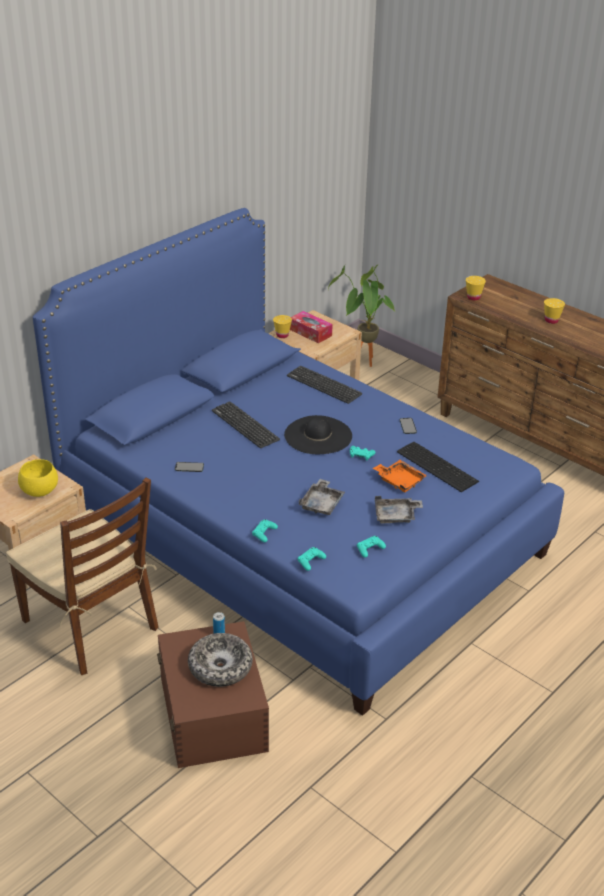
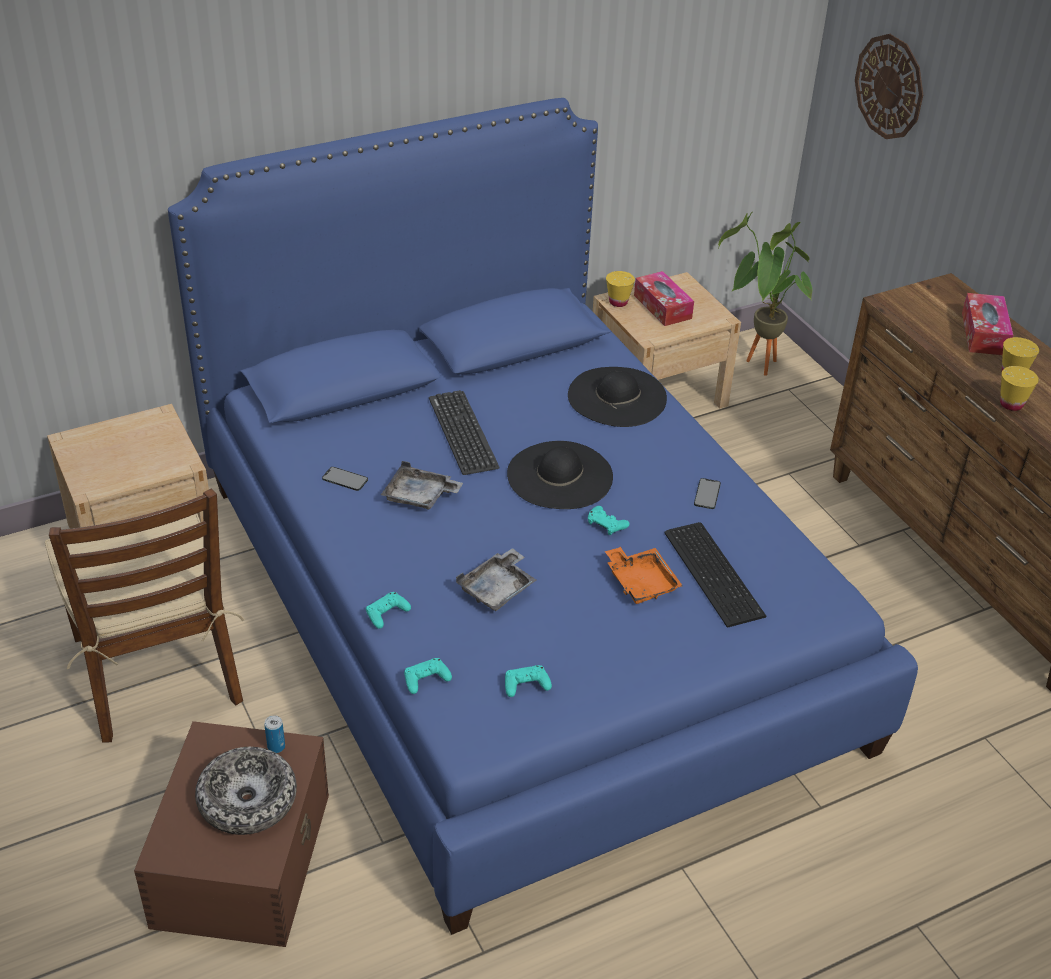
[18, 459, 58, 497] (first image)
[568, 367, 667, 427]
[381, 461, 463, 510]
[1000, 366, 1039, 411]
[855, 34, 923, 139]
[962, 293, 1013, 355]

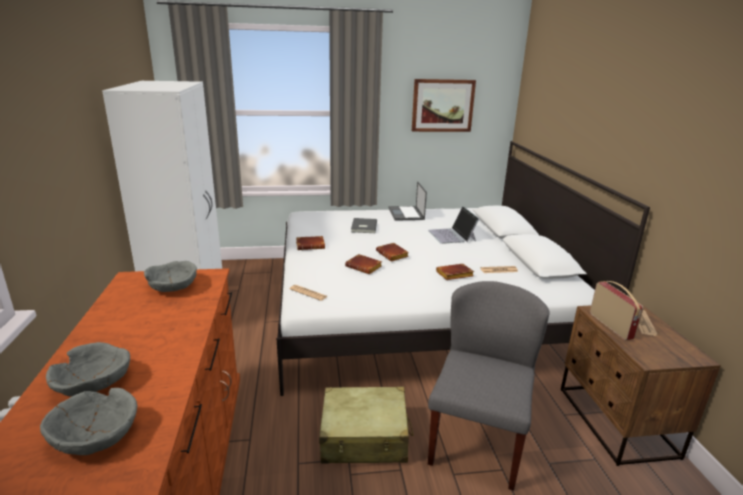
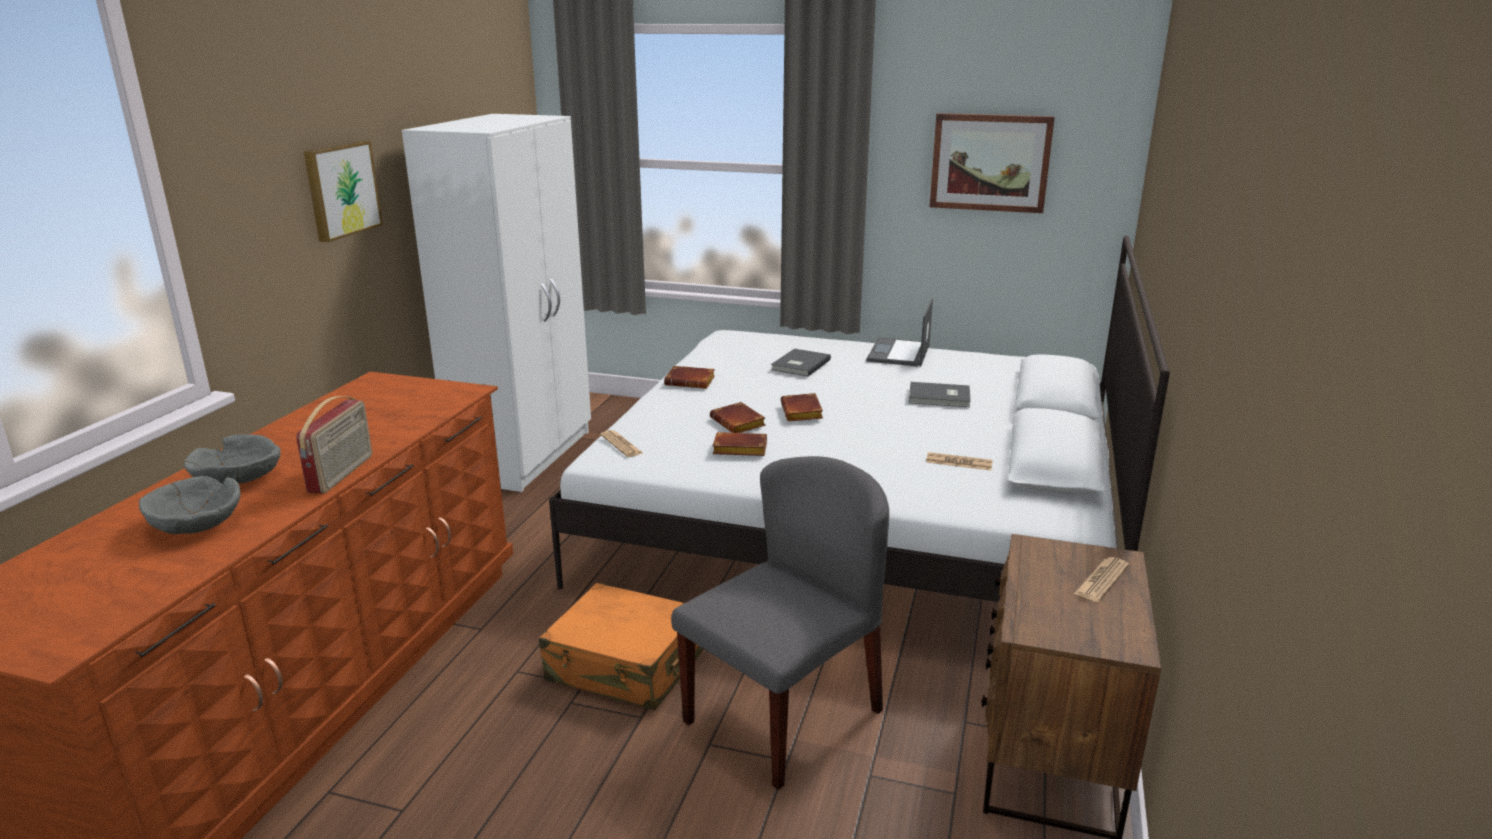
[144, 261, 197, 292] (first image)
[539, 583, 703, 710]
[909, 382, 971, 407]
[713, 432, 767, 456]
[296, 396, 372, 494]
[304, 141, 383, 242]

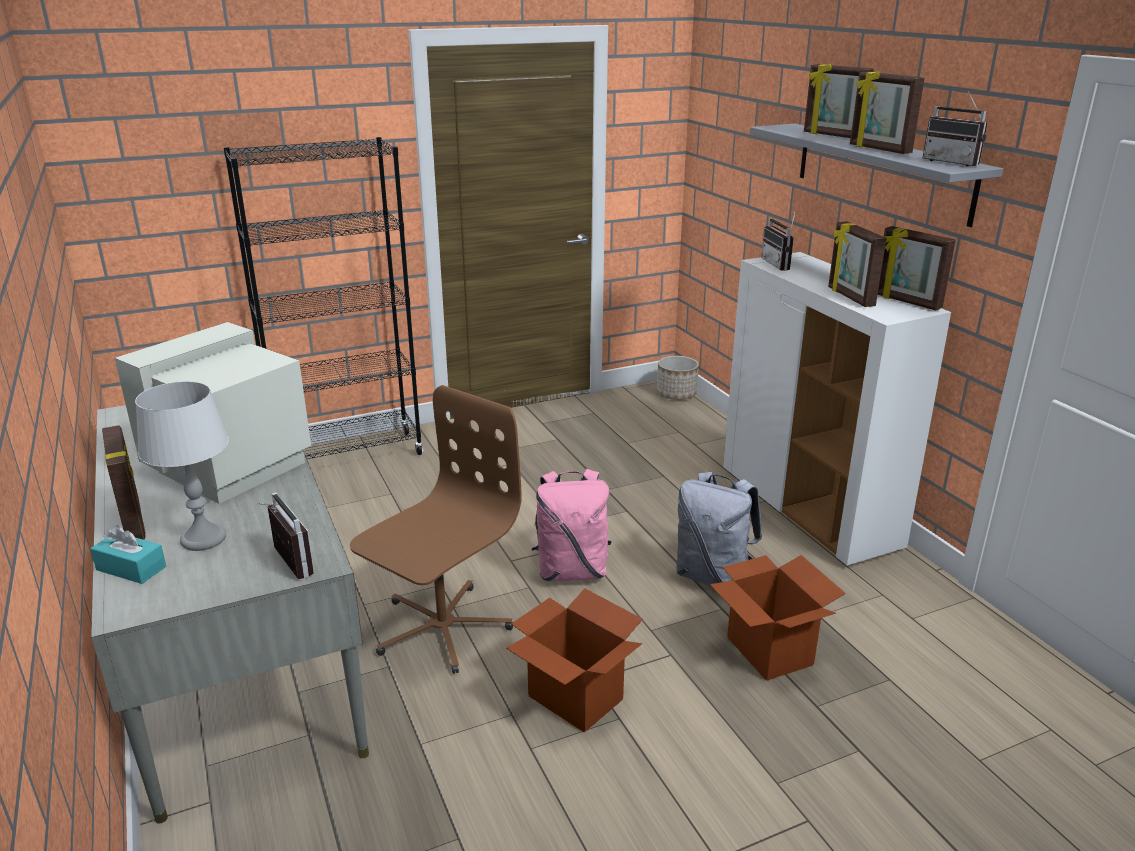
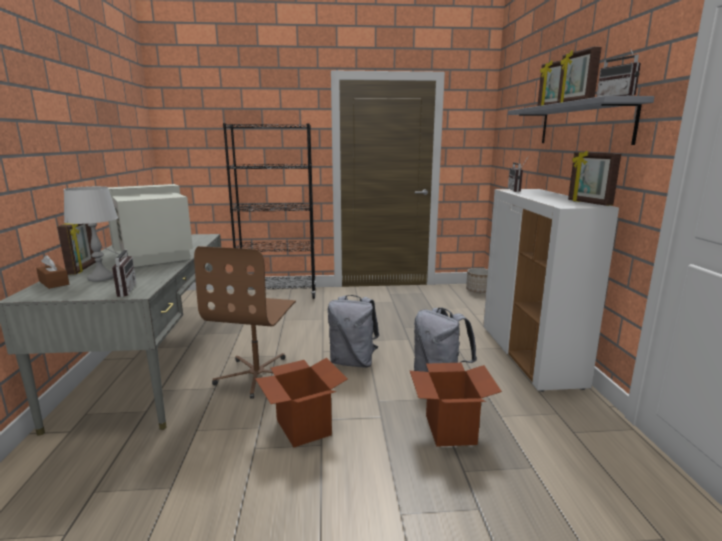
[36, 255, 69, 289]
[194, 246, 296, 399]
[328, 295, 379, 368]
[828, 221, 886, 307] (first image)

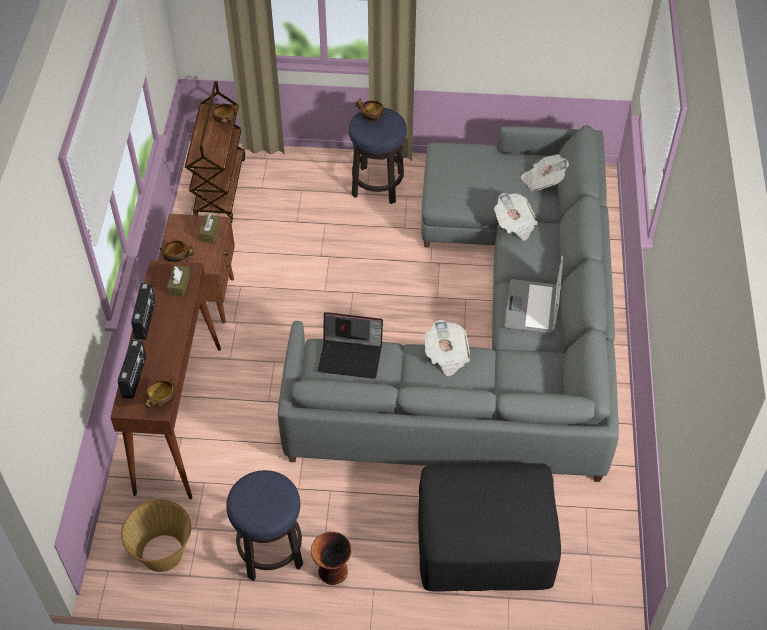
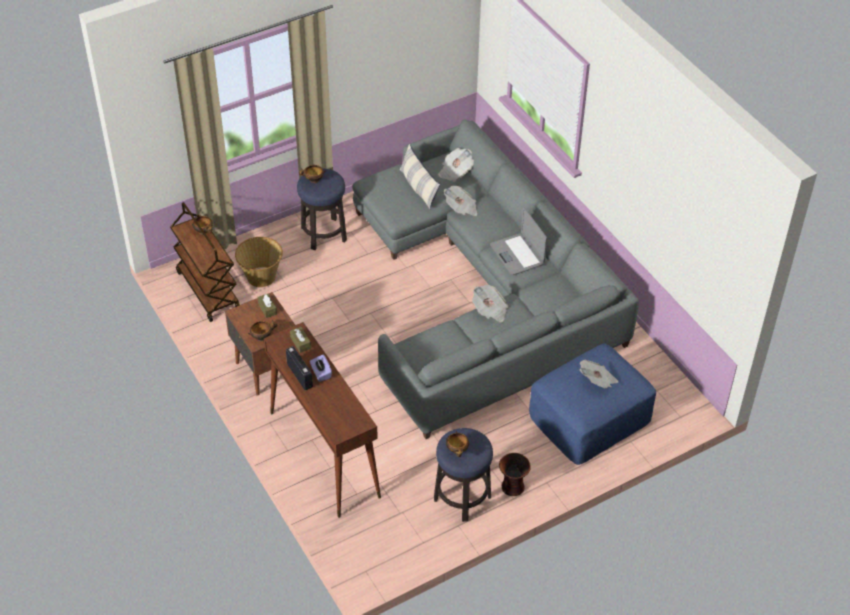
[118, 339, 146, 399] (first image)
[235, 237, 283, 287]
[446, 431, 469, 457]
[318, 312, 383, 379] (first image)
[529, 344, 656, 465]
[310, 355, 332, 382]
[399, 144, 440, 209]
[579, 360, 618, 389]

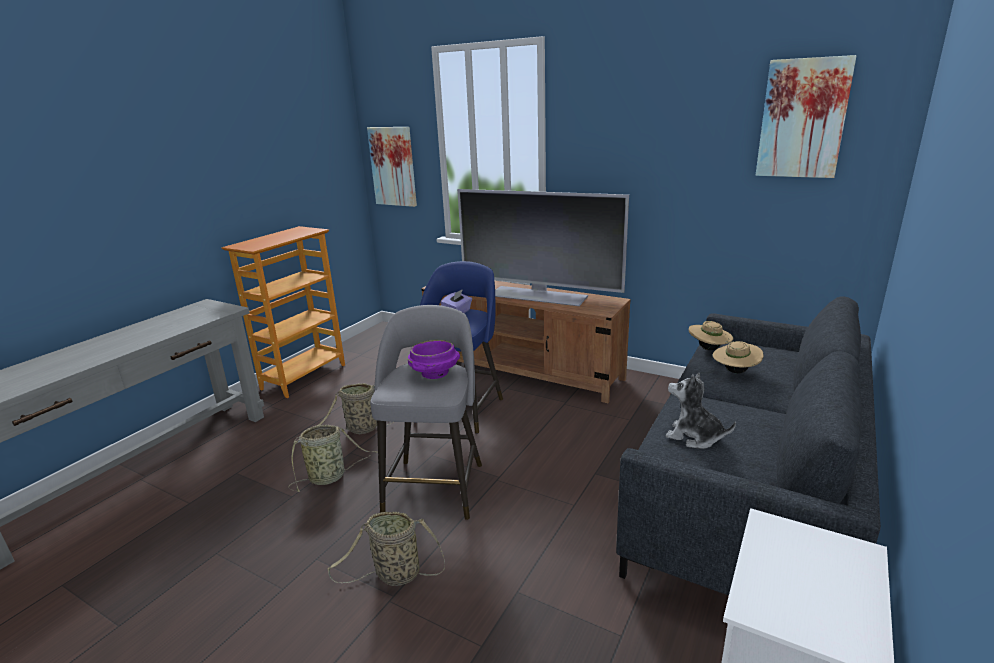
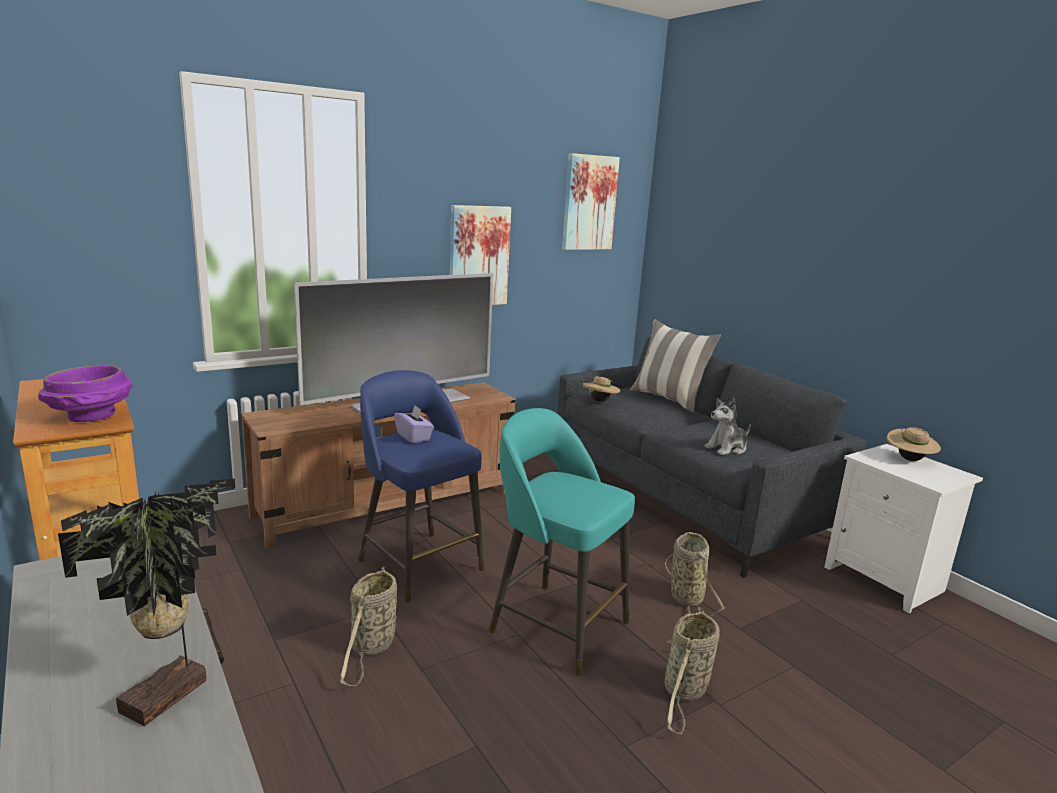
[665, 532, 726, 617]
[450, 205, 511, 305]
[489, 408, 635, 676]
[38, 365, 133, 422]
[887, 427, 941, 461]
[58, 479, 235, 726]
[630, 320, 721, 413]

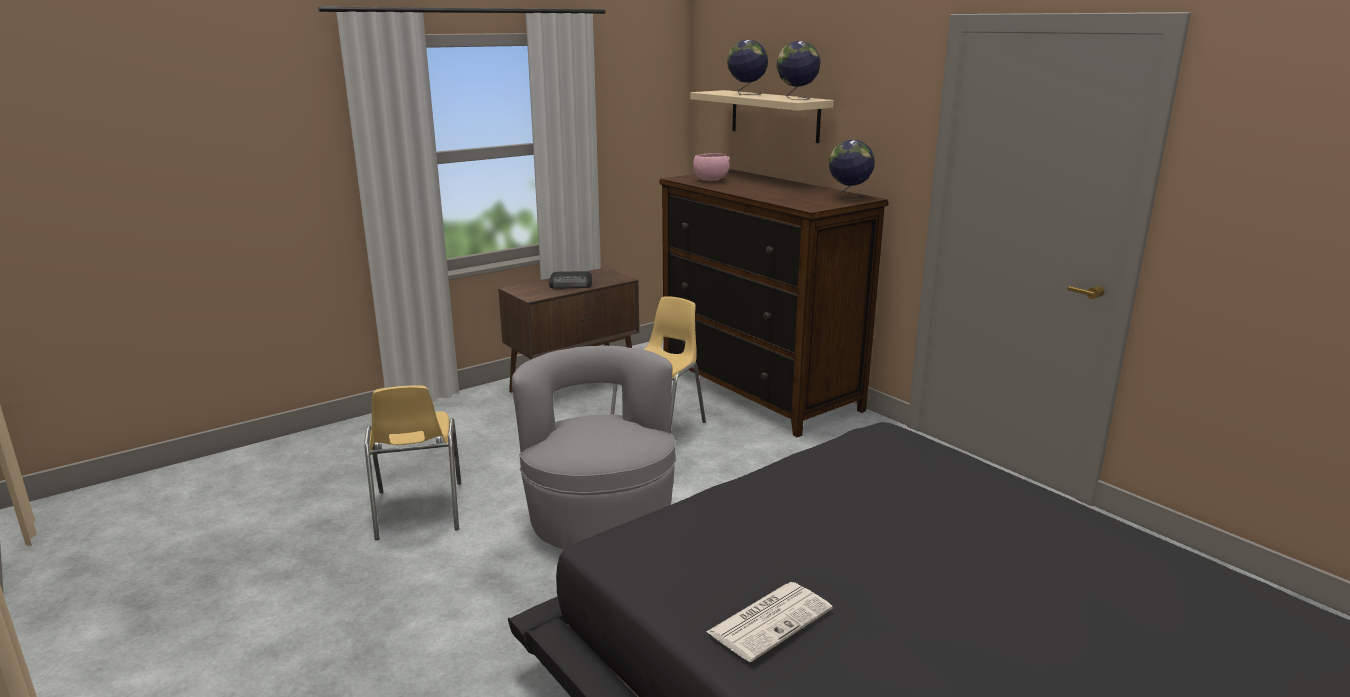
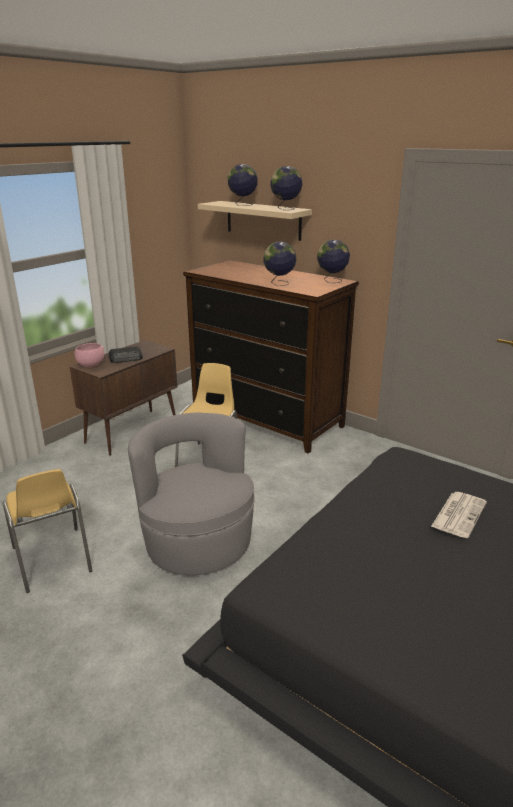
[75, 343, 104, 367]
[431, 492, 487, 538]
[263, 242, 296, 286]

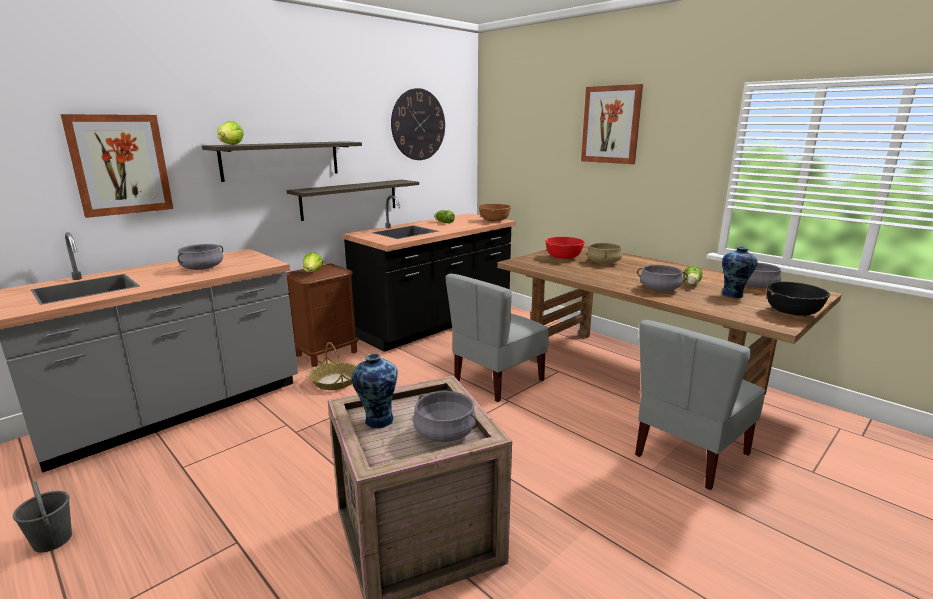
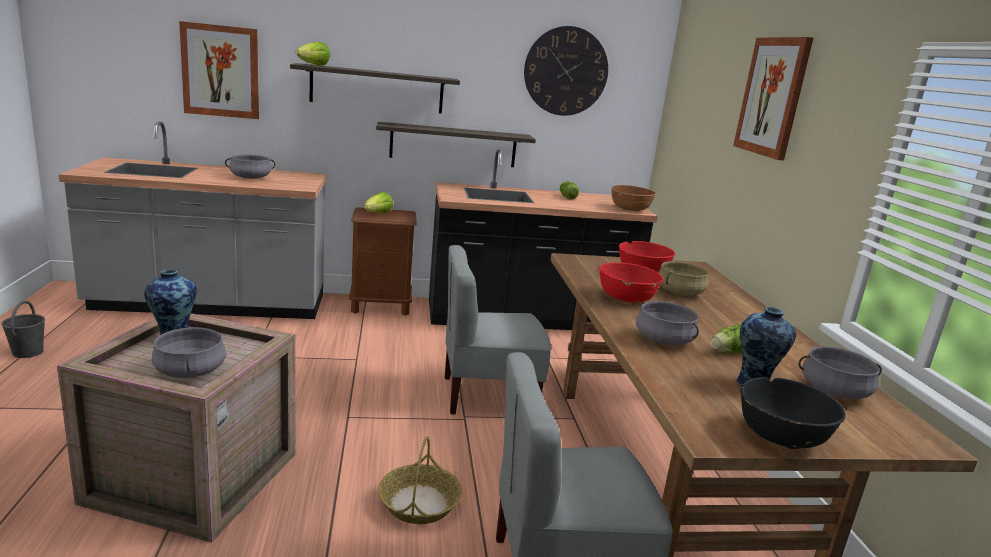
[378, 436, 462, 524]
[599, 262, 663, 304]

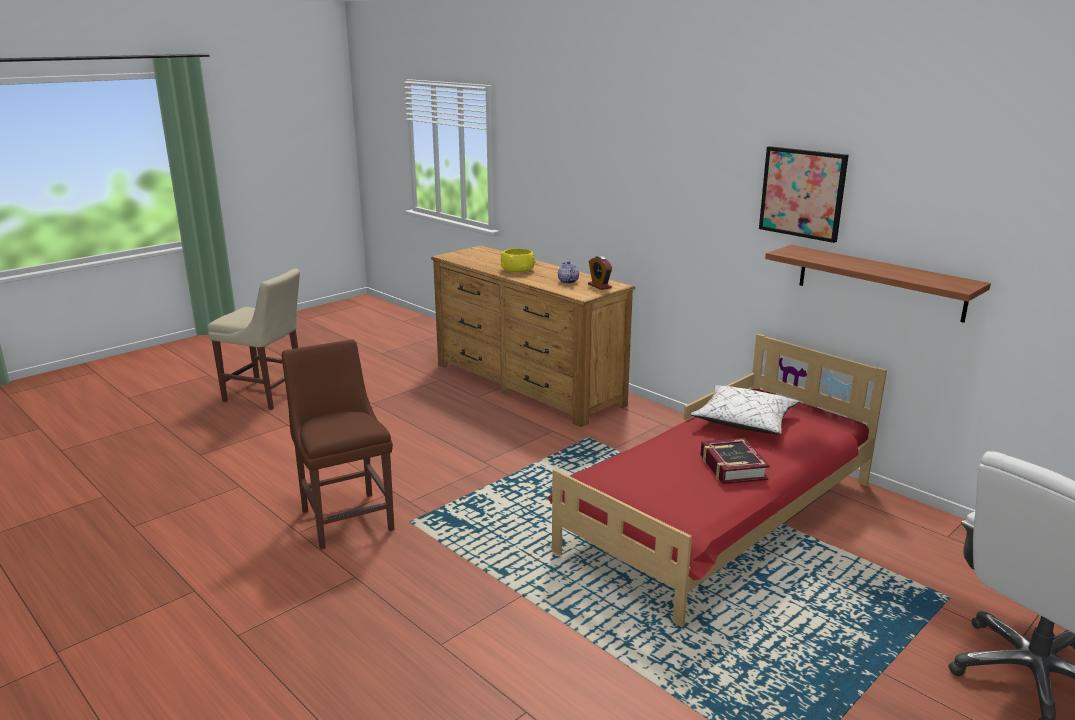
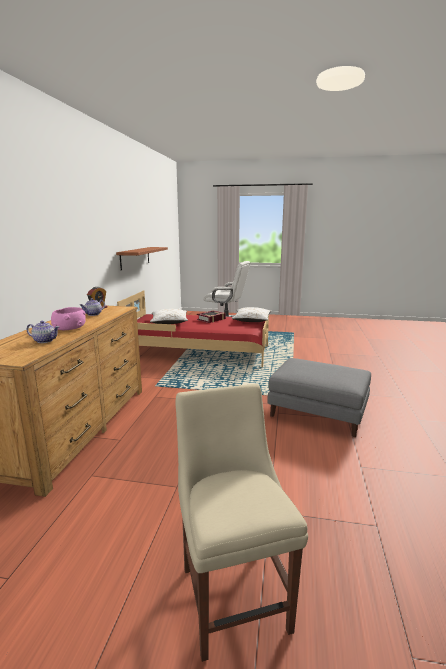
[268, 358, 371, 437]
[51, 307, 86, 330]
[759, 146, 849, 243] (first image)
[27, 321, 59, 343]
[232, 307, 271, 322]

